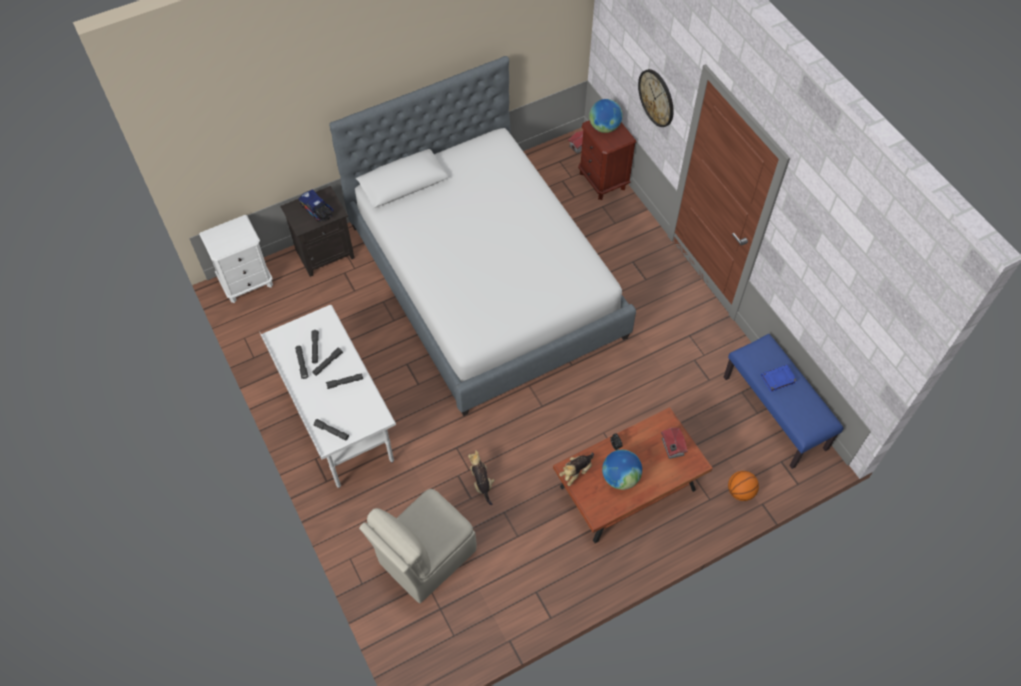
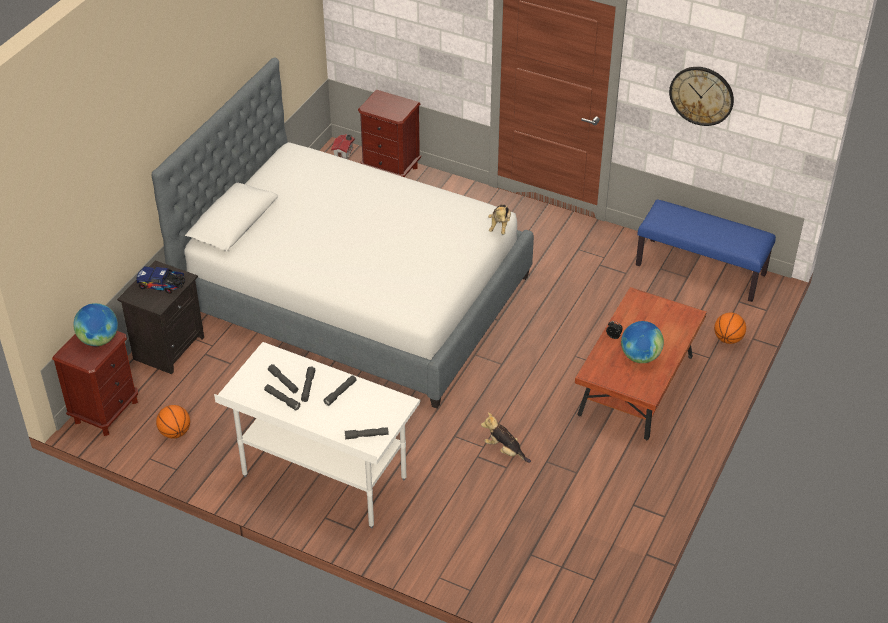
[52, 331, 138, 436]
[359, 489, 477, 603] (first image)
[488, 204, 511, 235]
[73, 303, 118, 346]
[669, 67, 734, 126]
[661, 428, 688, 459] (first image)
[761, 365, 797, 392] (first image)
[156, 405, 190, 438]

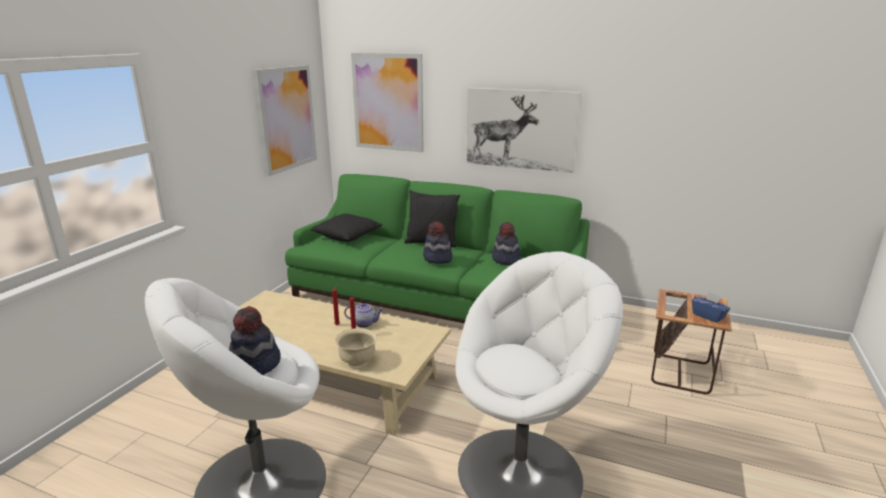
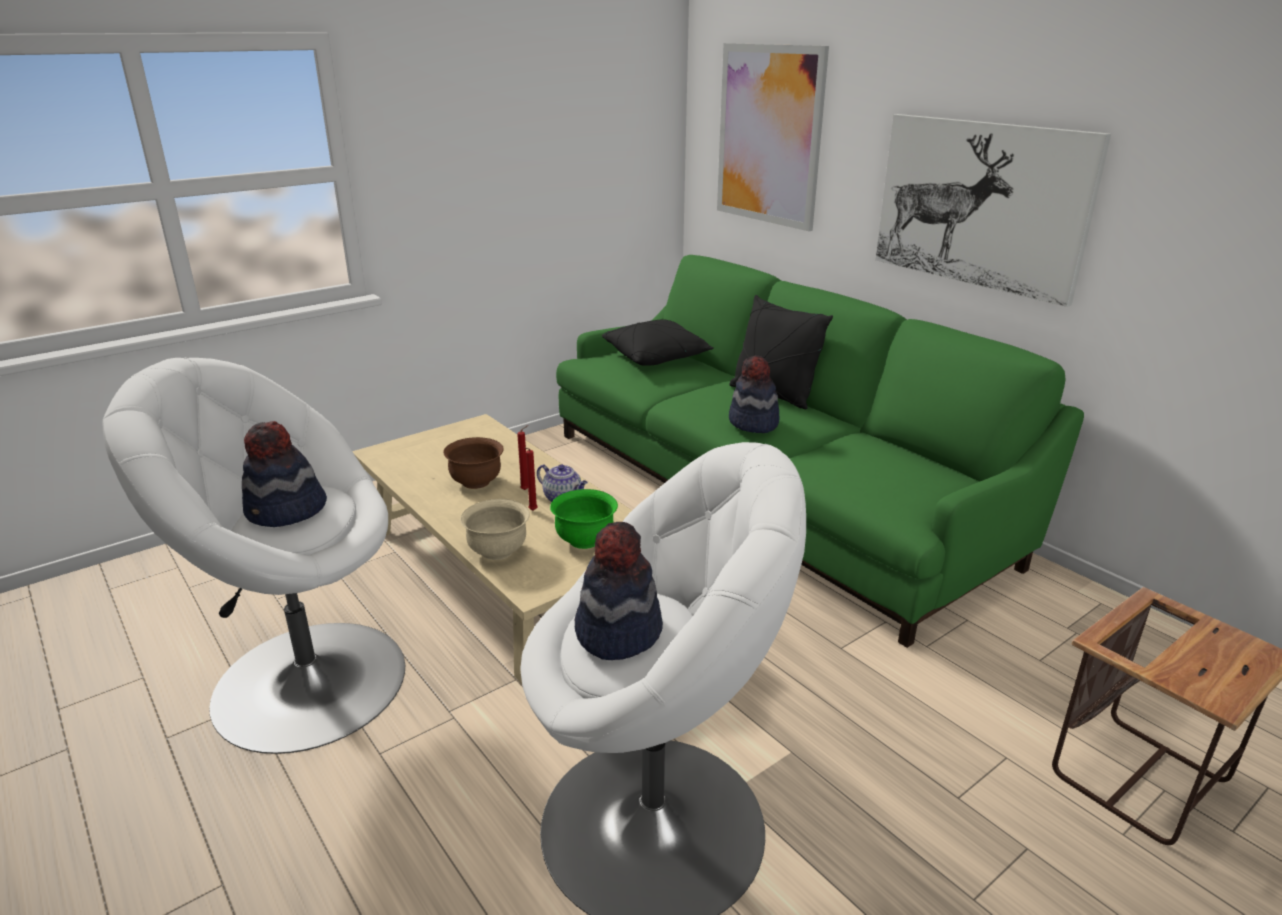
[254, 65, 317, 176] (first image)
[575, 522, 663, 660]
[692, 291, 730, 323] (first image)
[443, 437, 504, 489]
[550, 489, 618, 549]

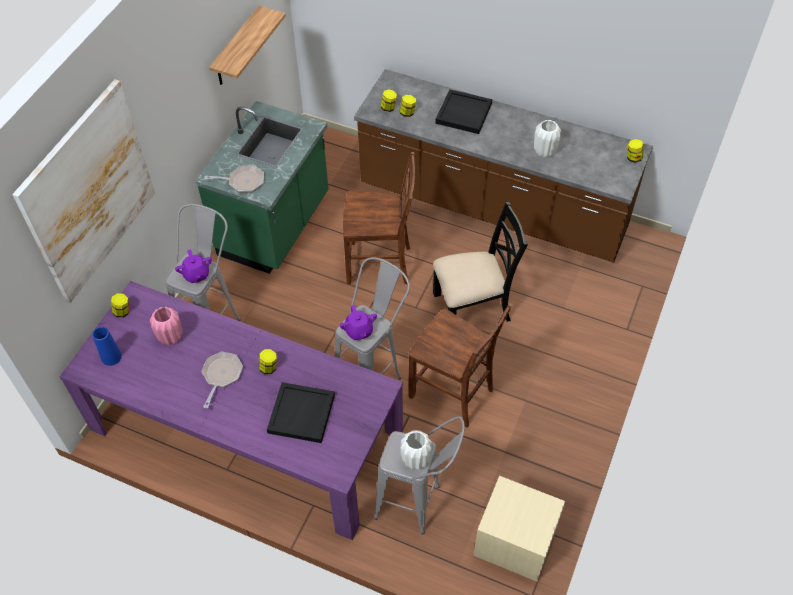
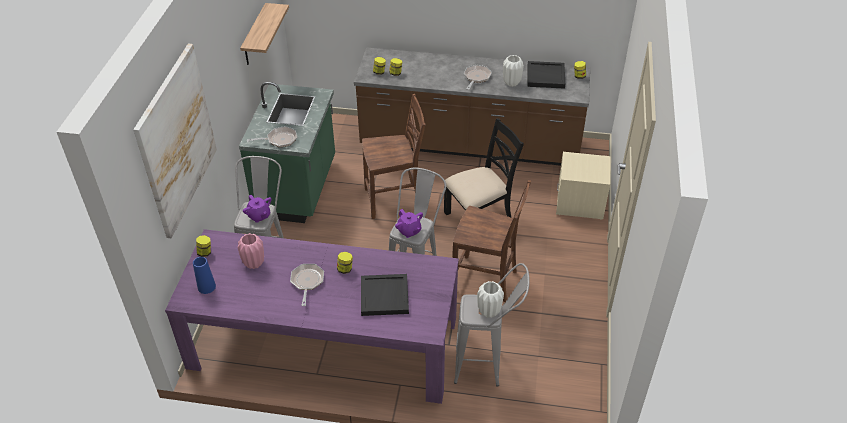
[528, 61, 565, 89]
[556, 152, 610, 220]
[464, 65, 492, 90]

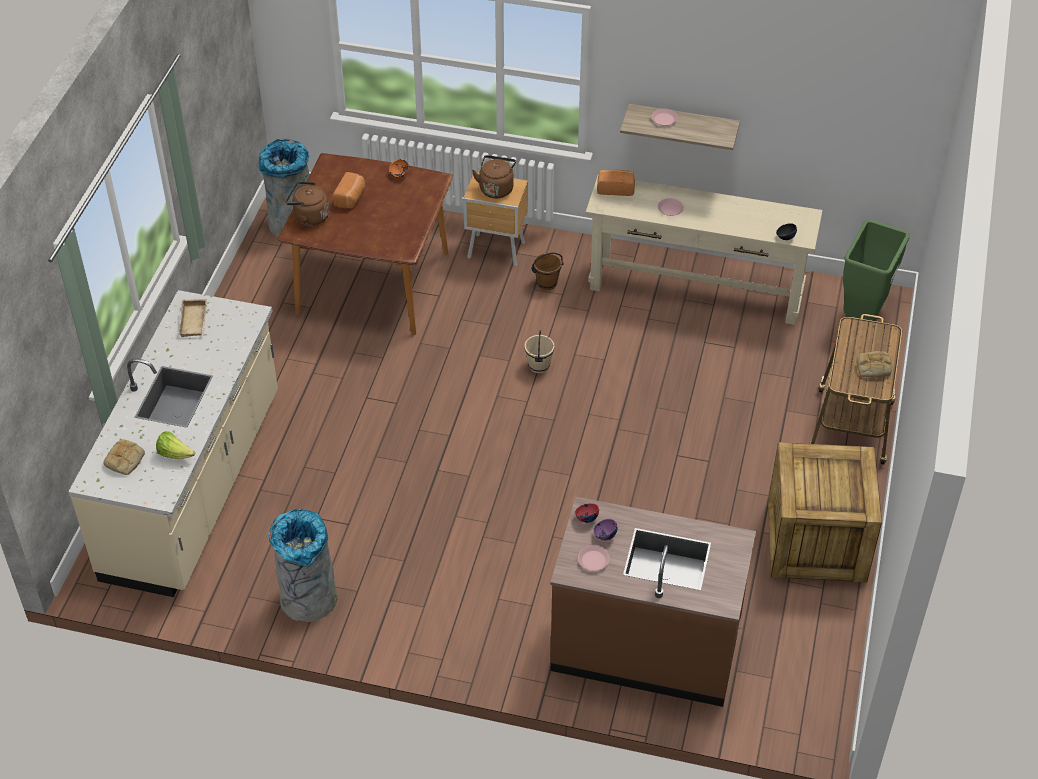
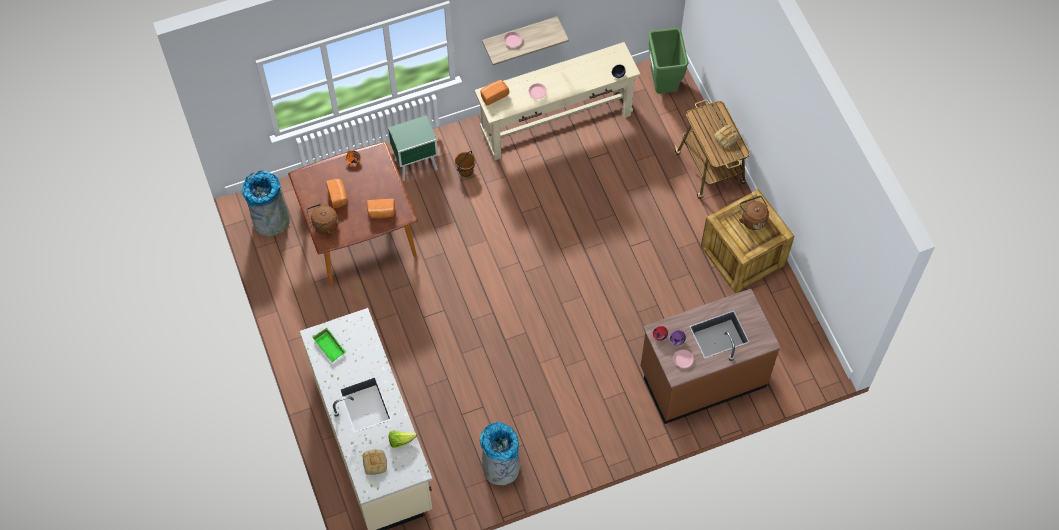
[312, 328, 346, 362]
[388, 115, 438, 181]
[739, 196, 769, 230]
[524, 331, 555, 373] (first image)
[367, 199, 395, 218]

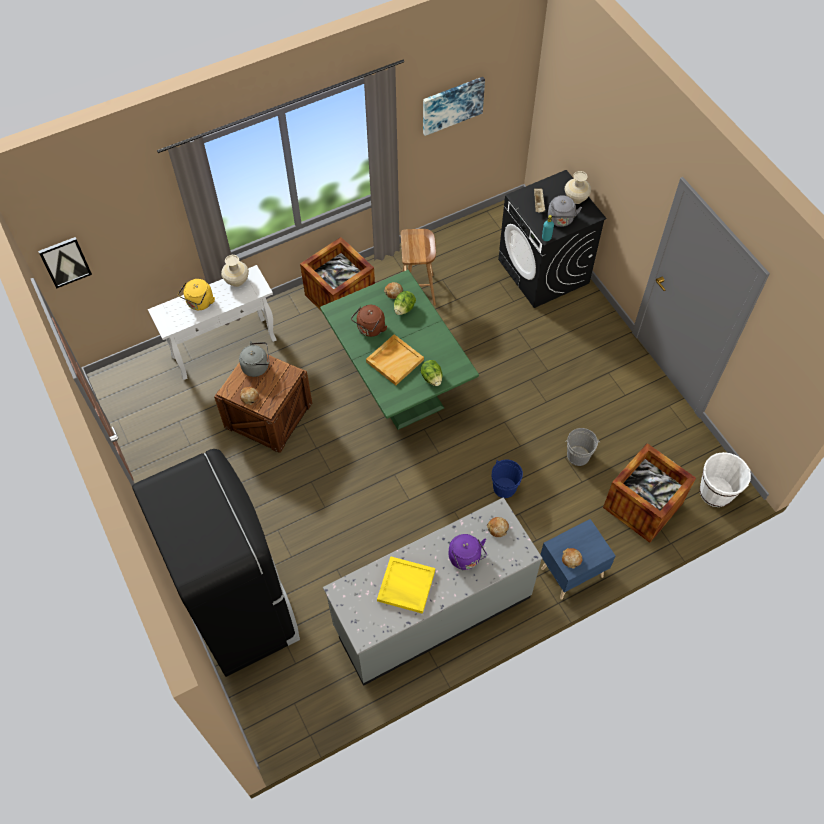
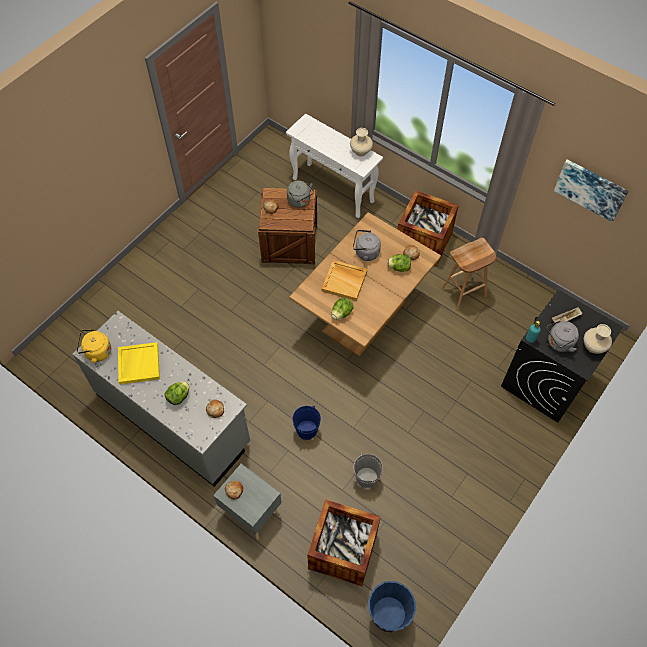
[38, 237, 92, 288] (first image)
[132, 449, 300, 677] (first image)
[76, 329, 111, 363]
[289, 212, 441, 356]
[353, 230, 381, 261]
[165, 381, 189, 405]
[213, 464, 282, 540]
[368, 581, 416, 632]

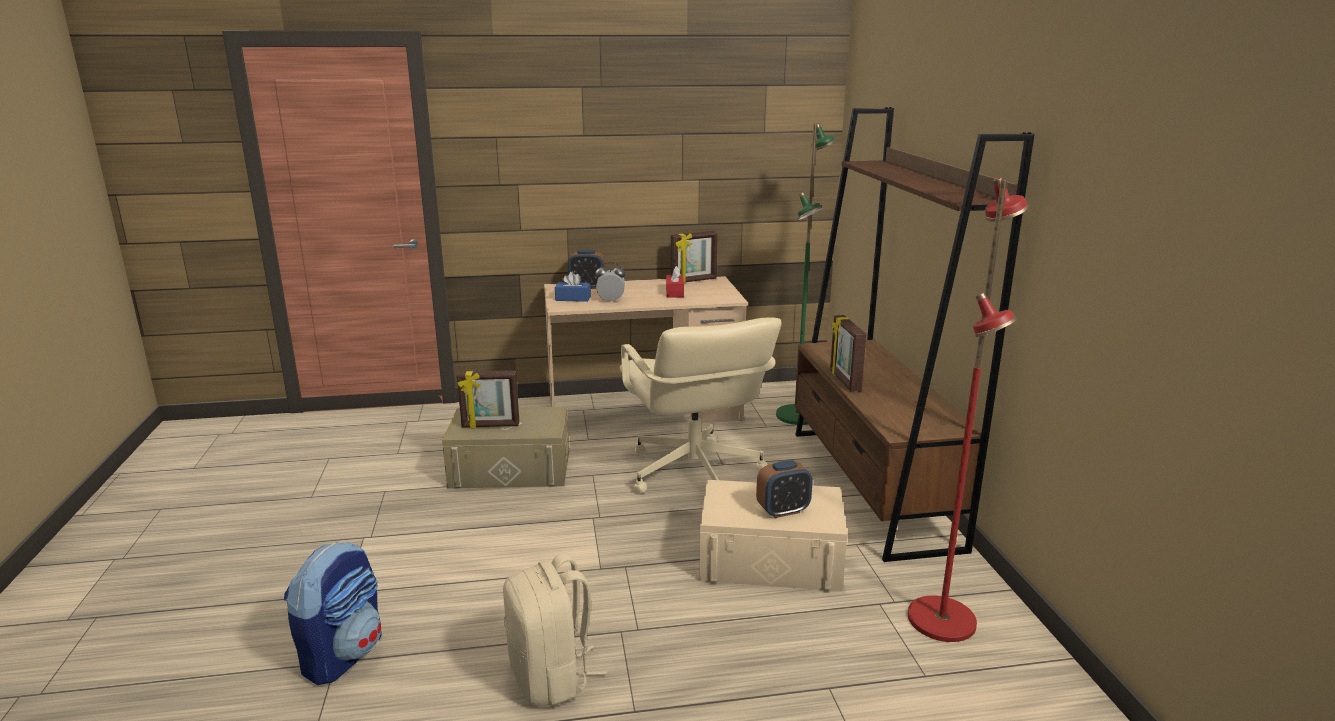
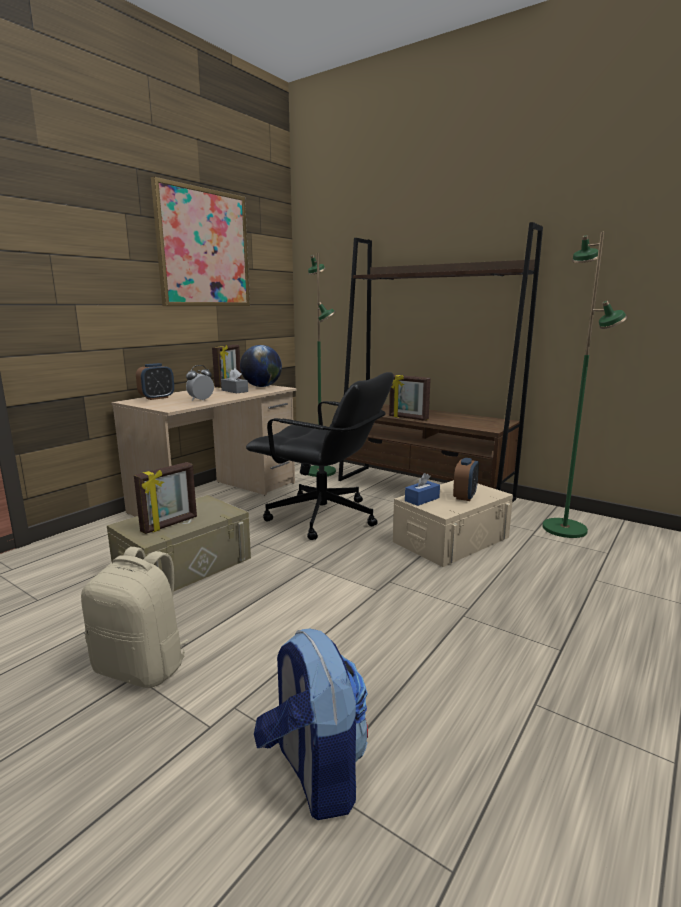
[81, 547, 189, 688]
[405, 473, 440, 506]
[246, 372, 394, 540]
[221, 368, 248, 393]
[542, 232, 627, 538]
[151, 177, 250, 306]
[240, 345, 282, 387]

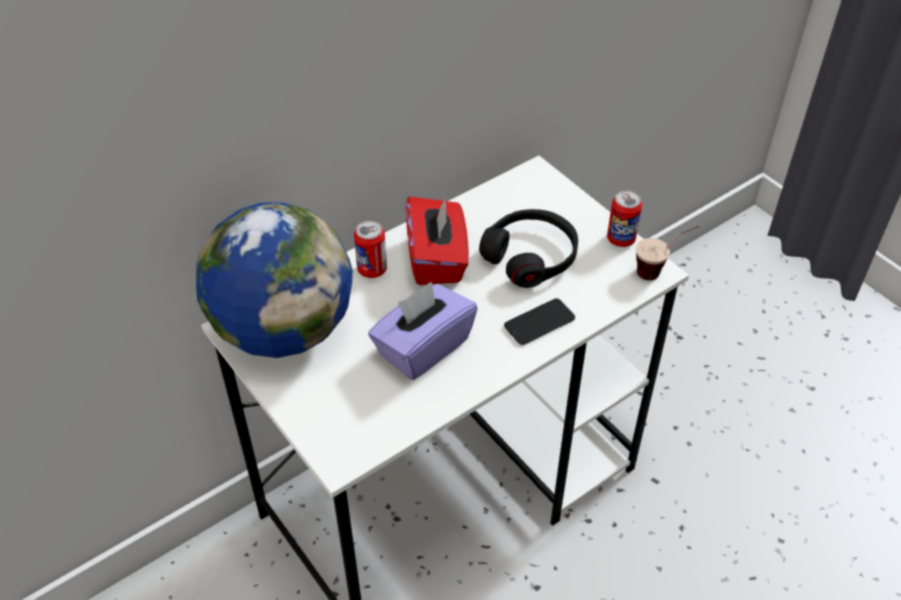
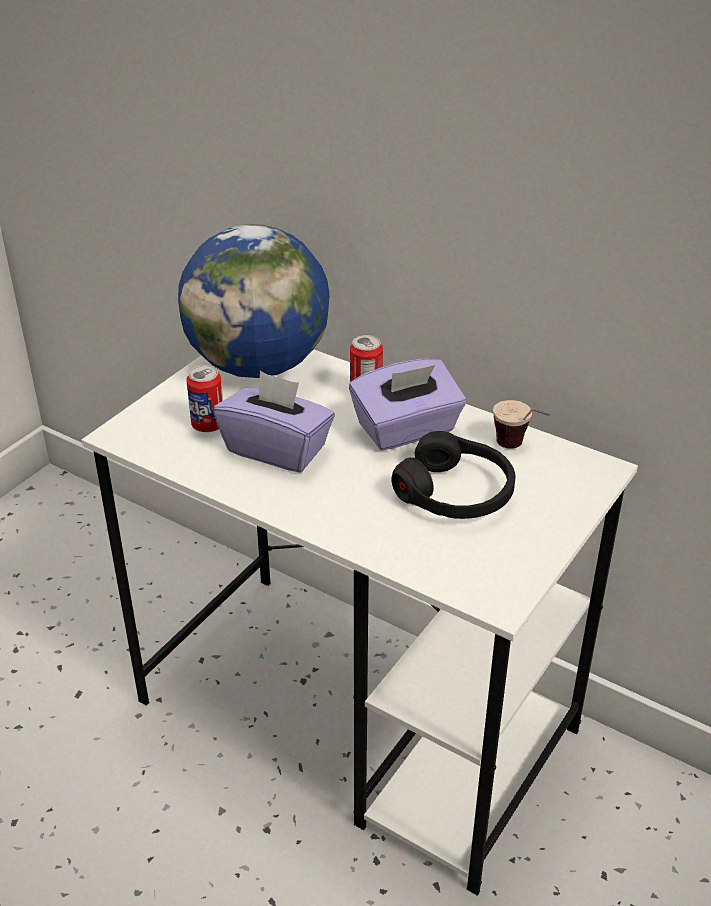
[349, 358, 466, 450]
[504, 298, 575, 345] (first image)
[186, 365, 223, 432]
[493, 400, 550, 449]

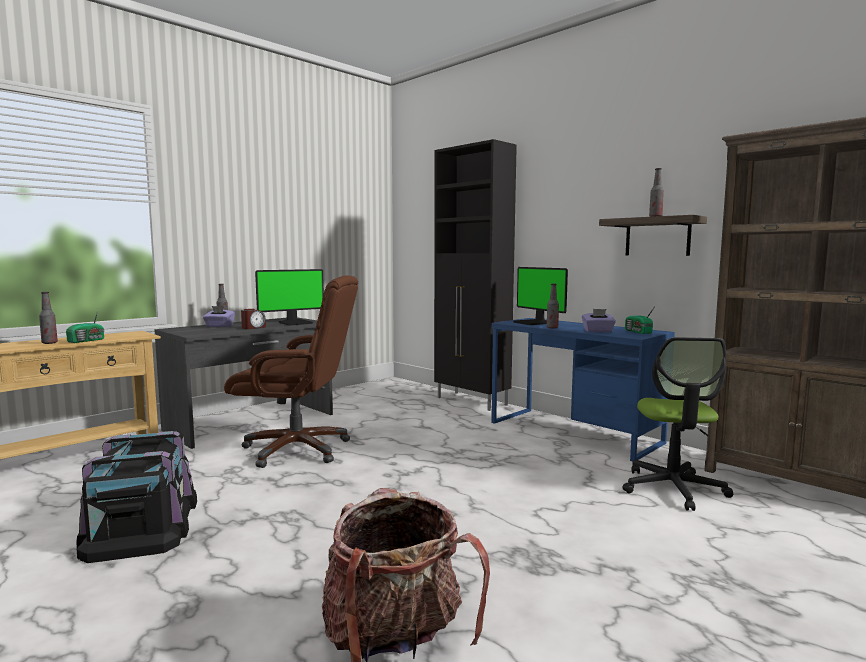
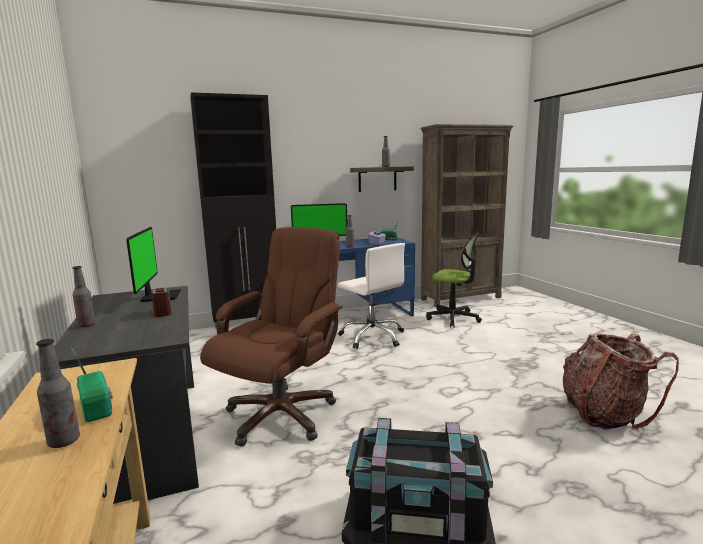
[203, 306, 235, 327] (first image)
[338, 243, 405, 349]

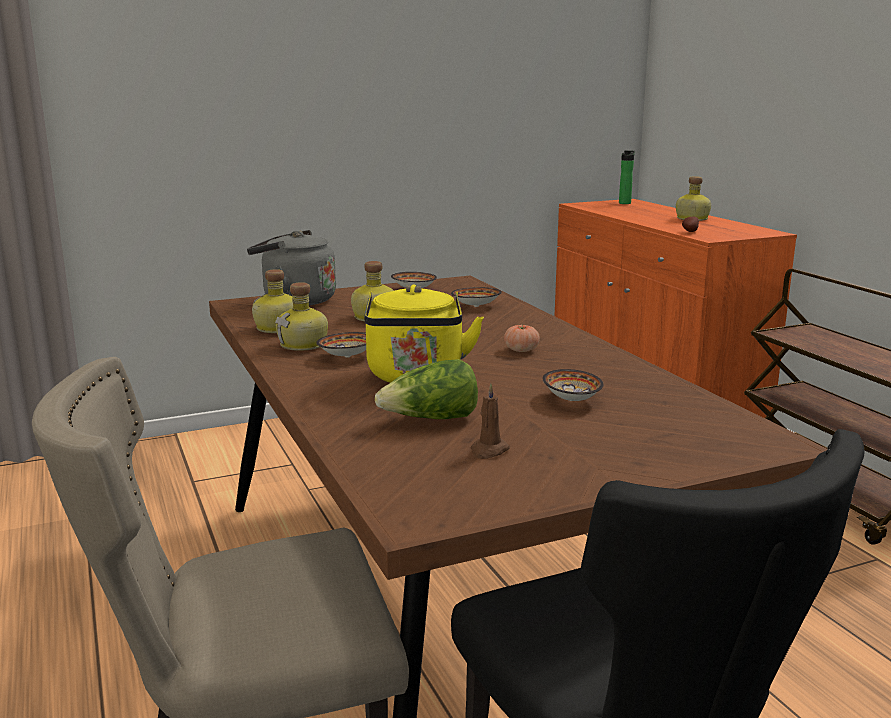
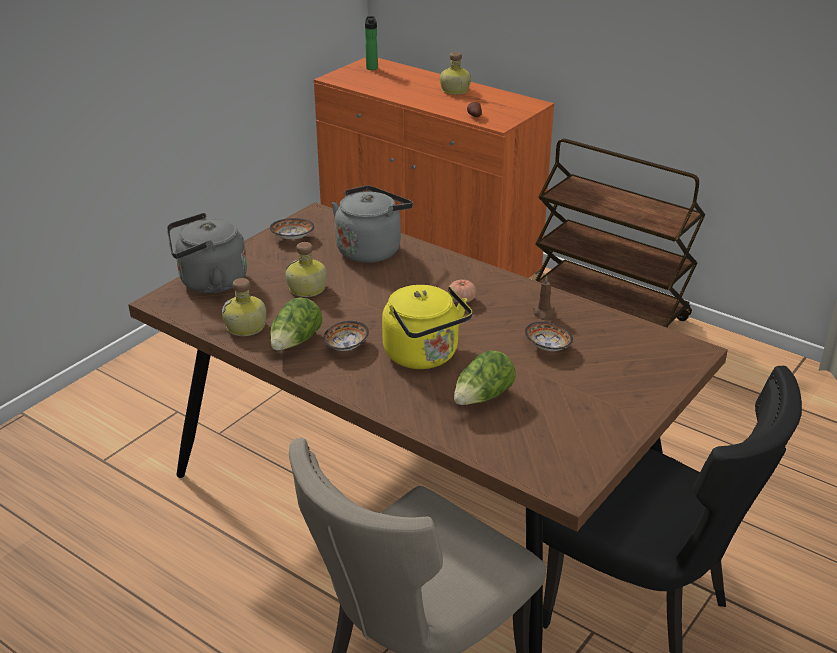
[270, 297, 322, 350]
[332, 185, 413, 263]
[533, 276, 555, 320]

